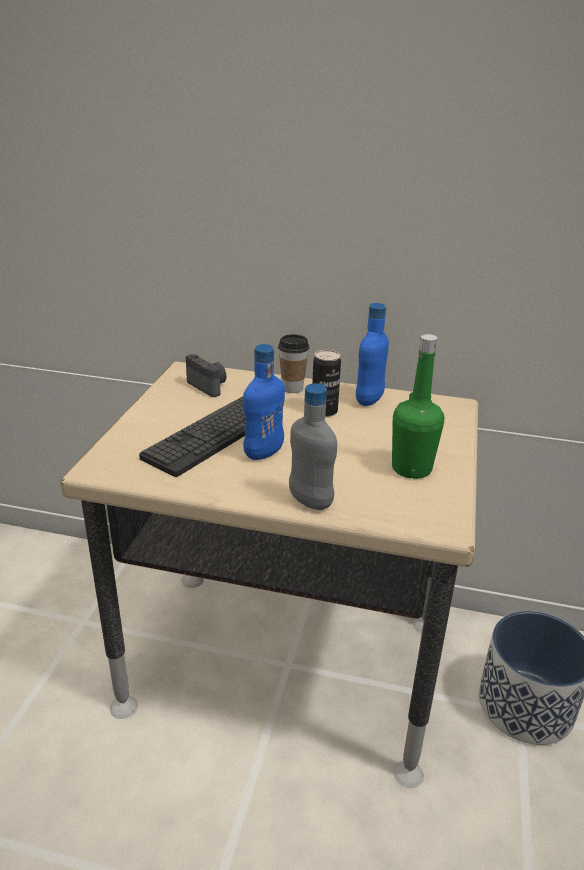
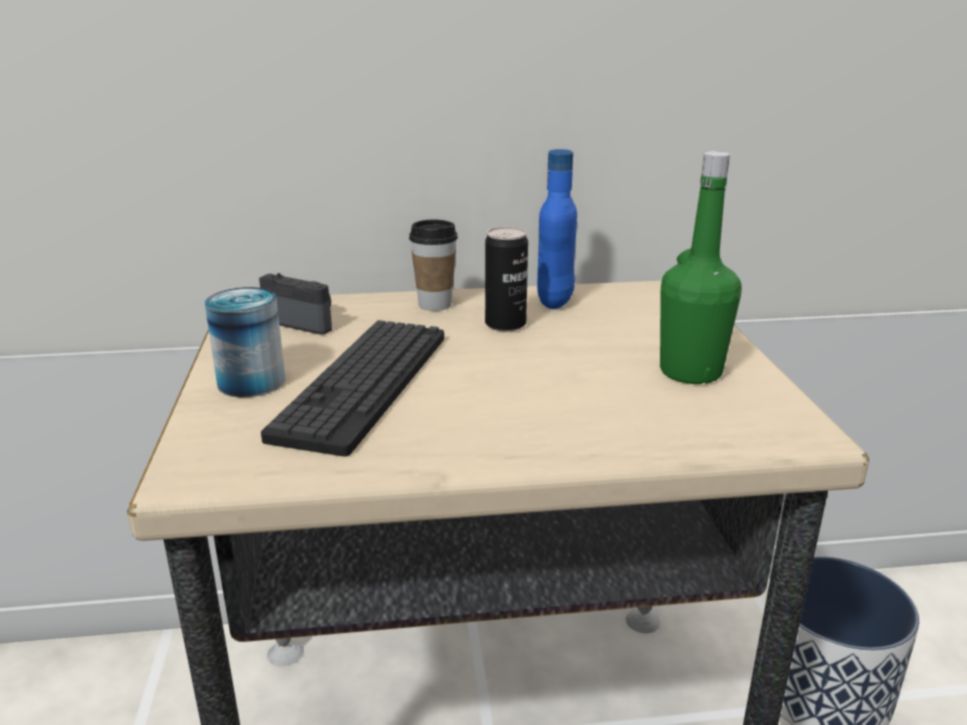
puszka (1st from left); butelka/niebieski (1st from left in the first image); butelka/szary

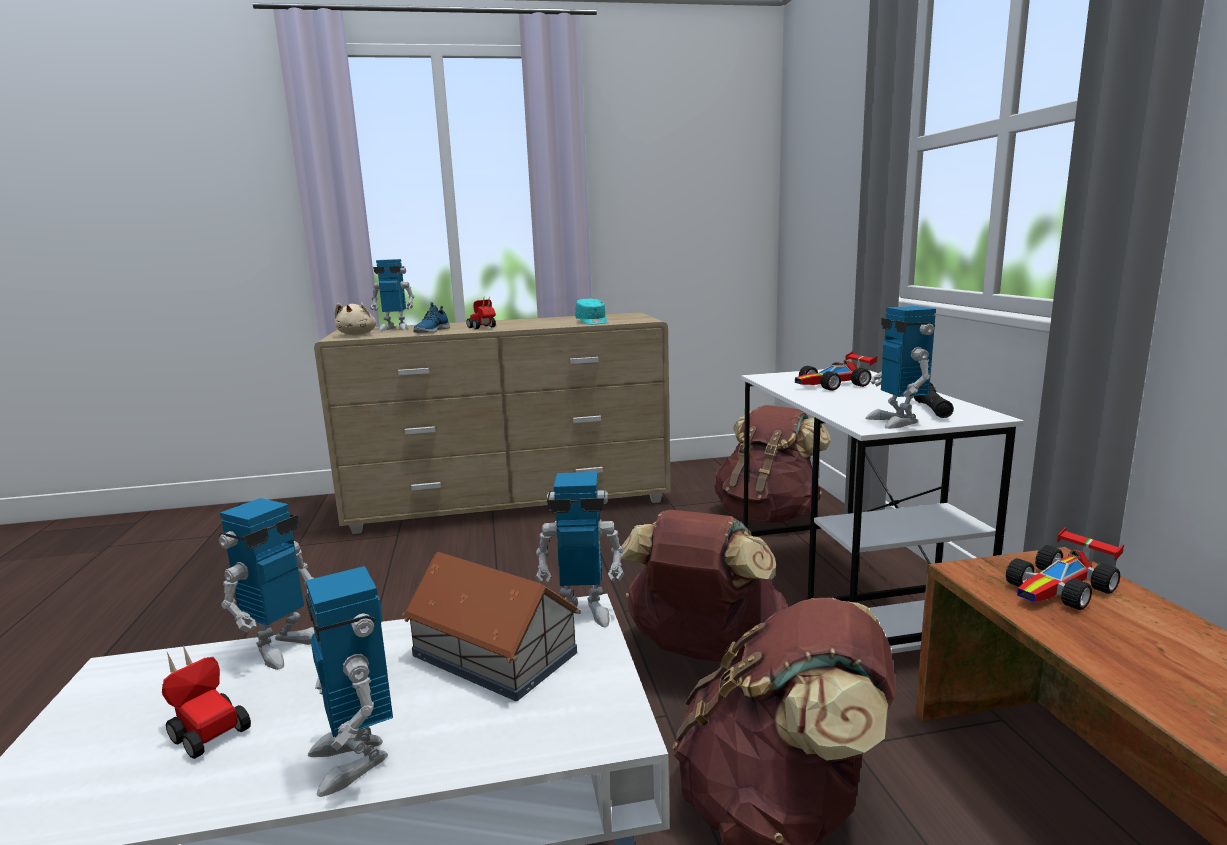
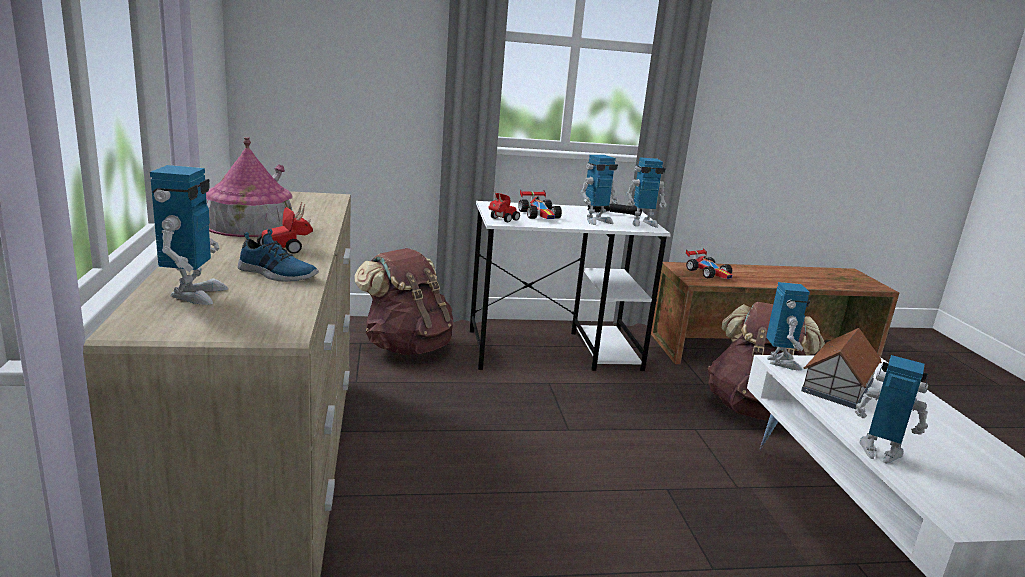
domek (1st from left); samochodzik (2nd from left); robot zabawkowy (2nd from left); pluszak/beżowy; czapka z daszkiem/turkusowy; plecak/brązowy (1st from left in the first image)

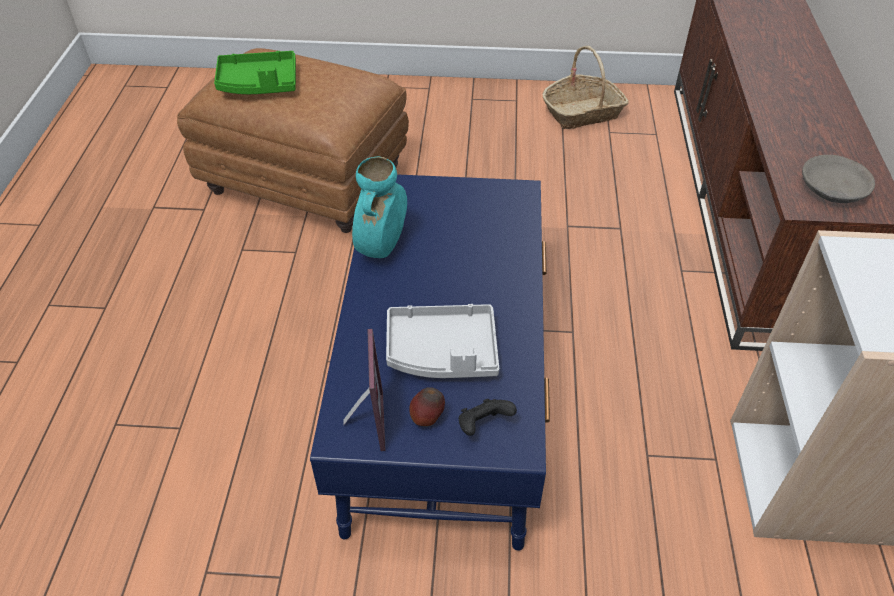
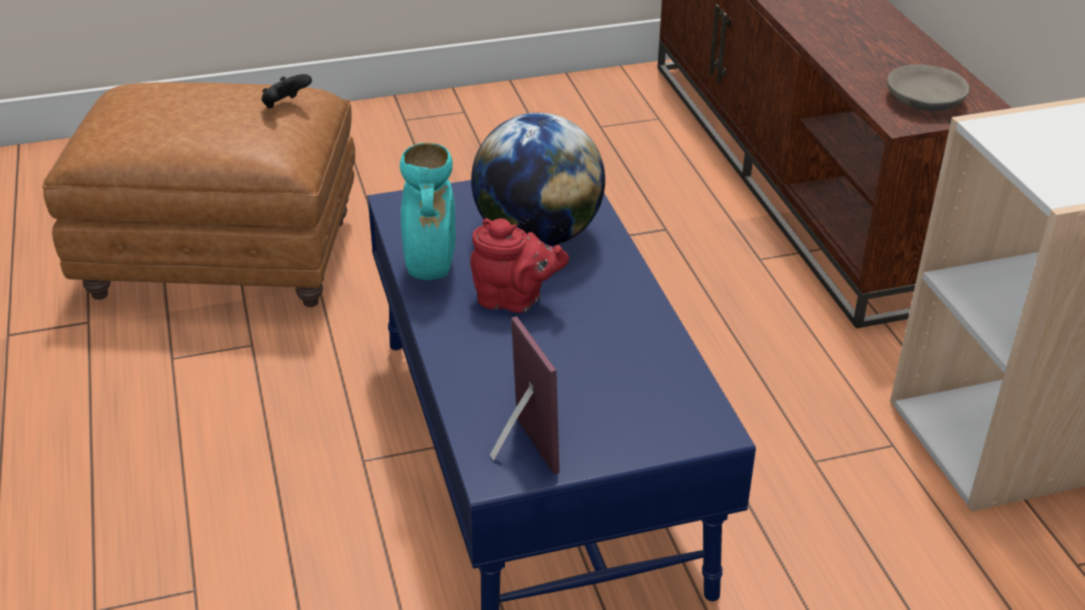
pad do gier/czarny; imbryk/czerwony; globus; taca/zielony; taca/szary; jabłko; koszyk

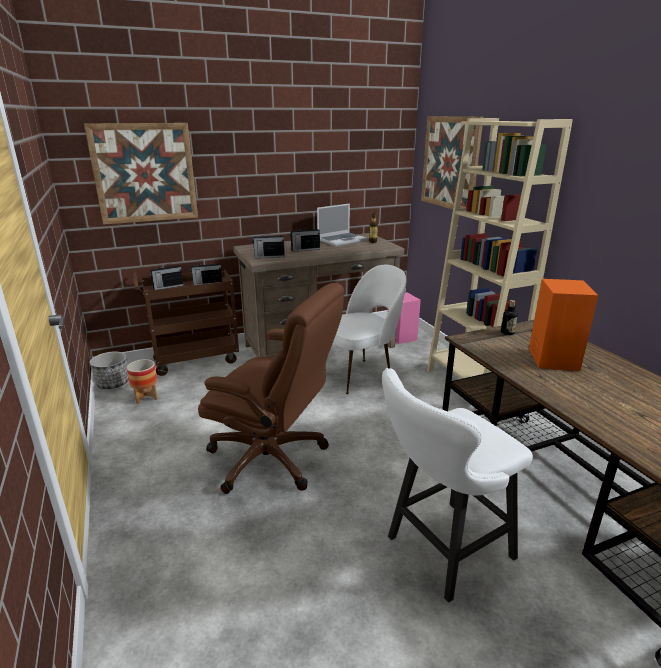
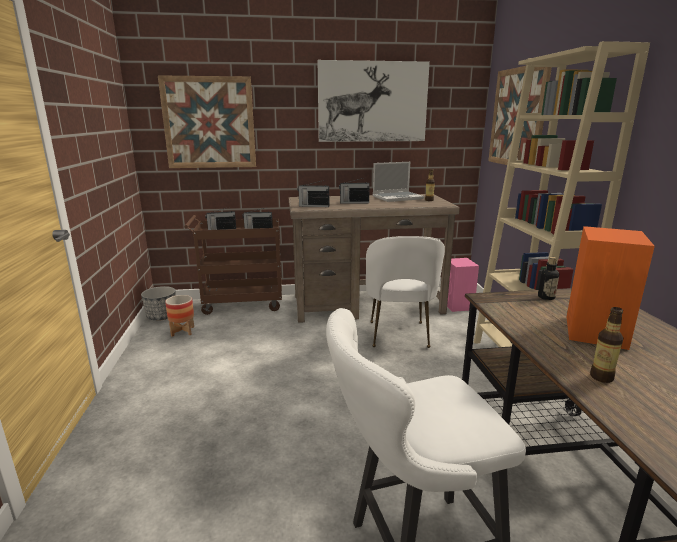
obraz (2nd from left); krzesło/biały; butelka (3rd from left); krzesło biurowe/brązowy

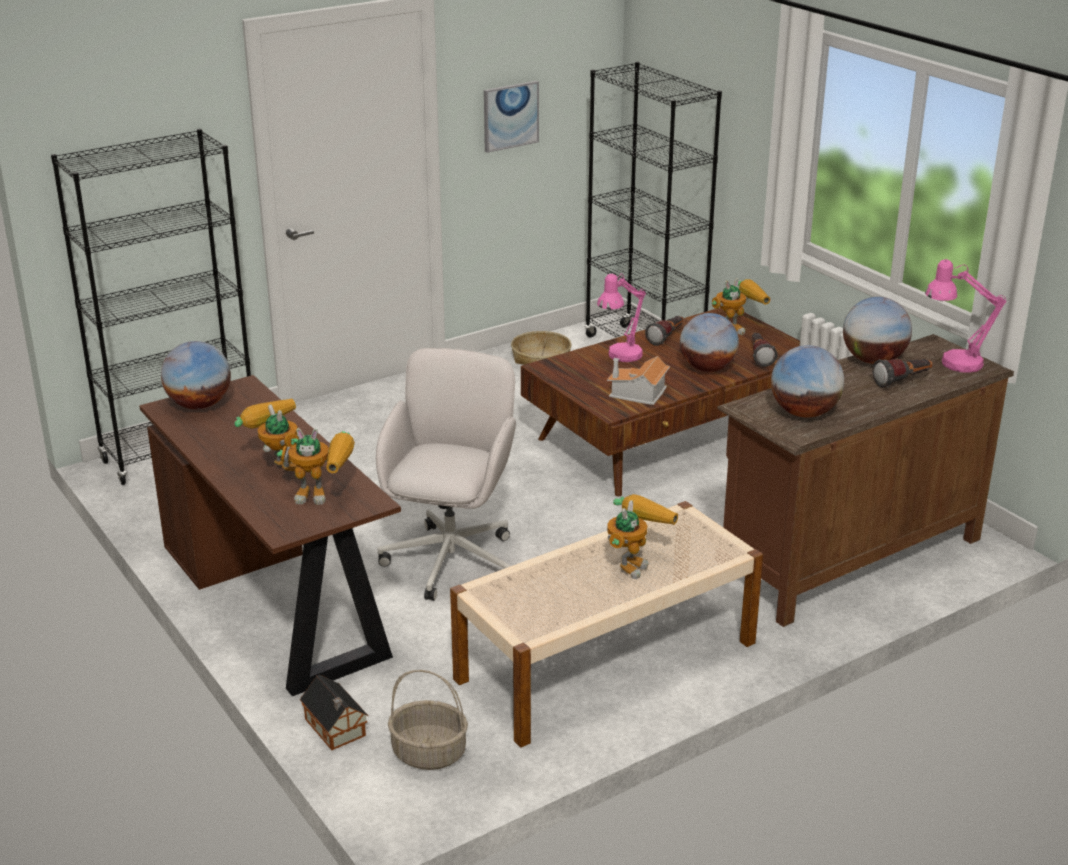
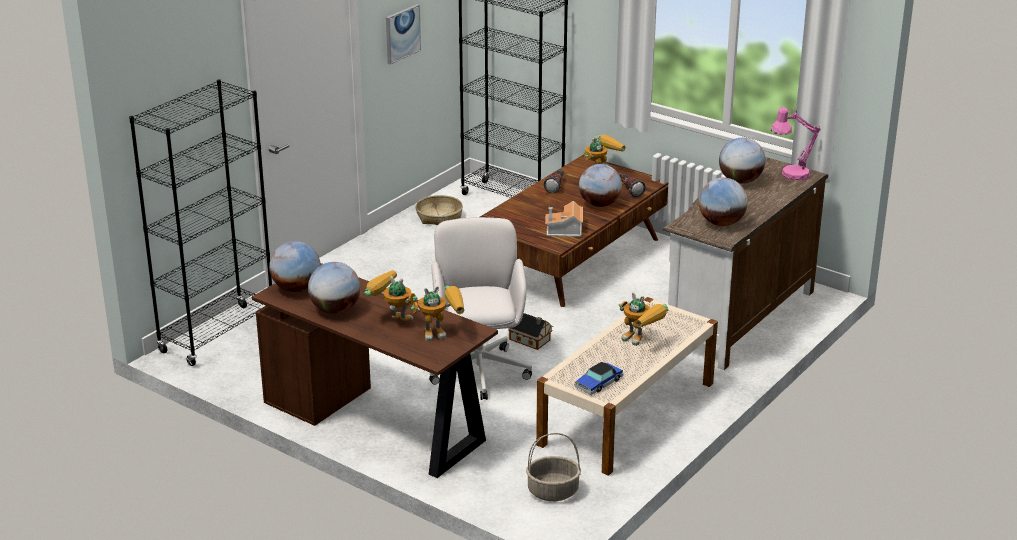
globus (2nd from left); domek (1st from left); samochodzik; robot zabawkowy (4th from left); komoda/biały; lampa stołowa/różowy (1st from left in the first image); latarka (3rd from left in the first image)

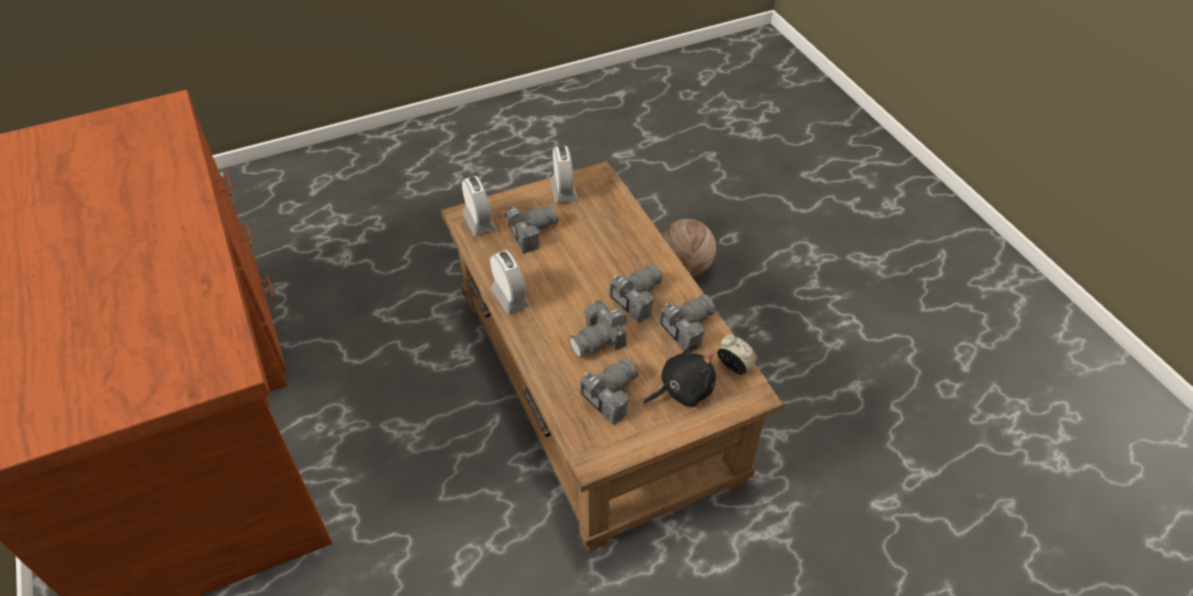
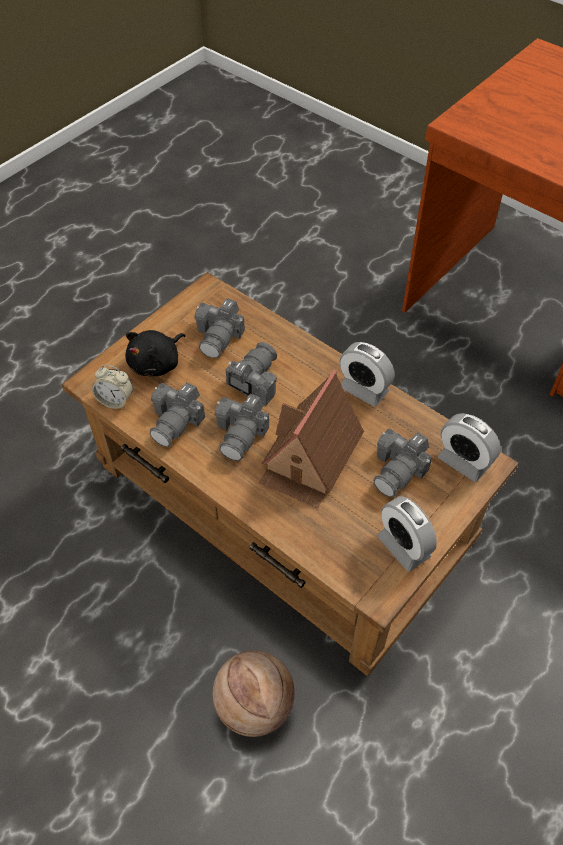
domek

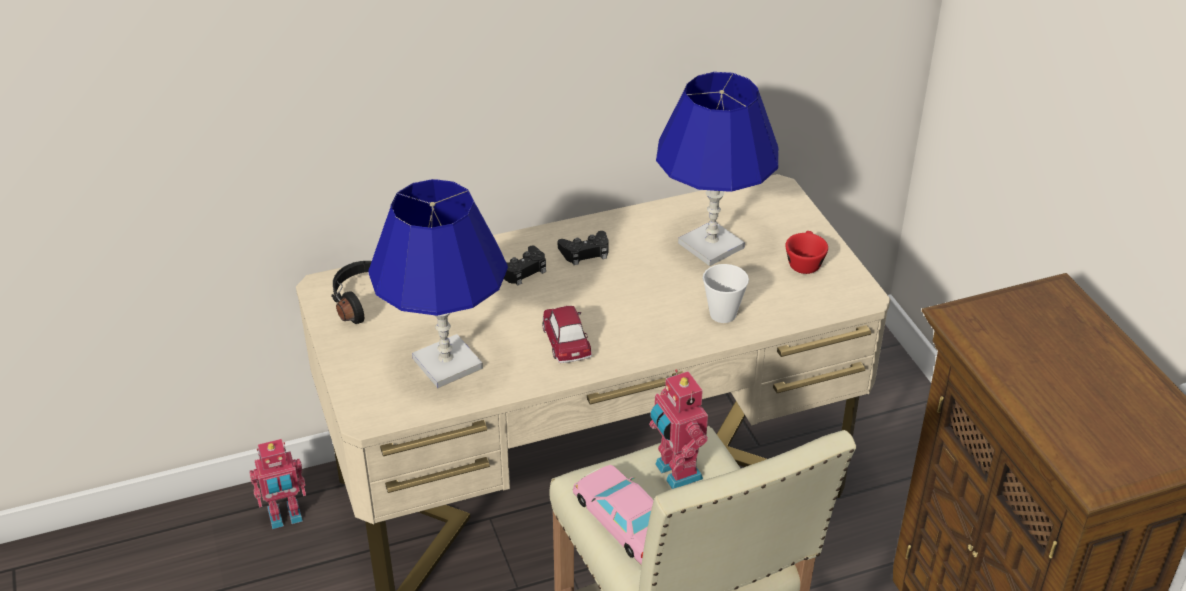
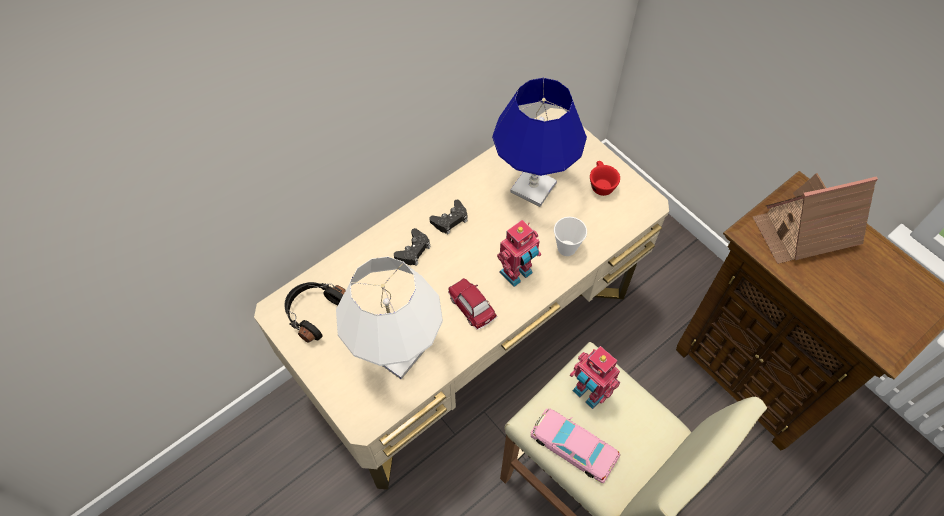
lampa stołowa/biały; robot zabawkowy (1st from left); domek

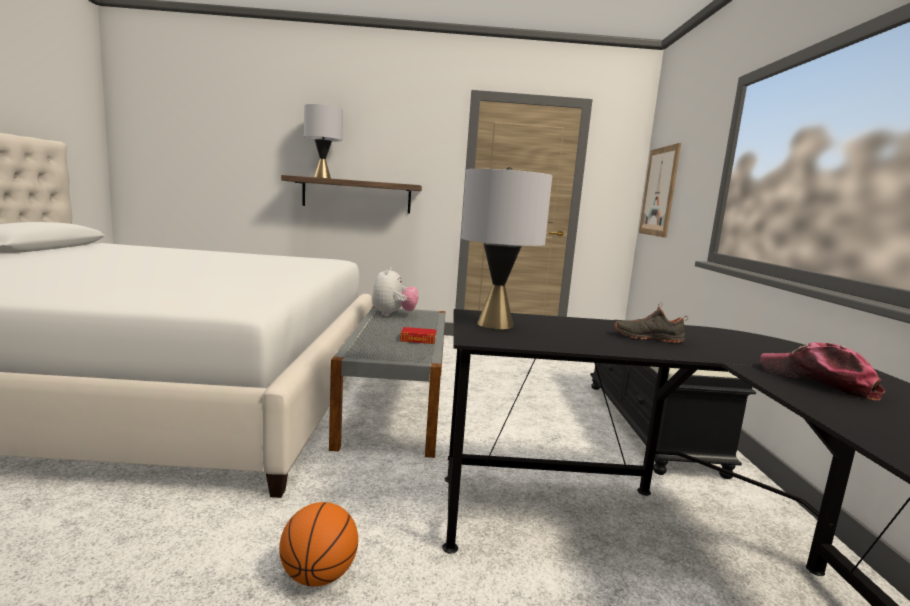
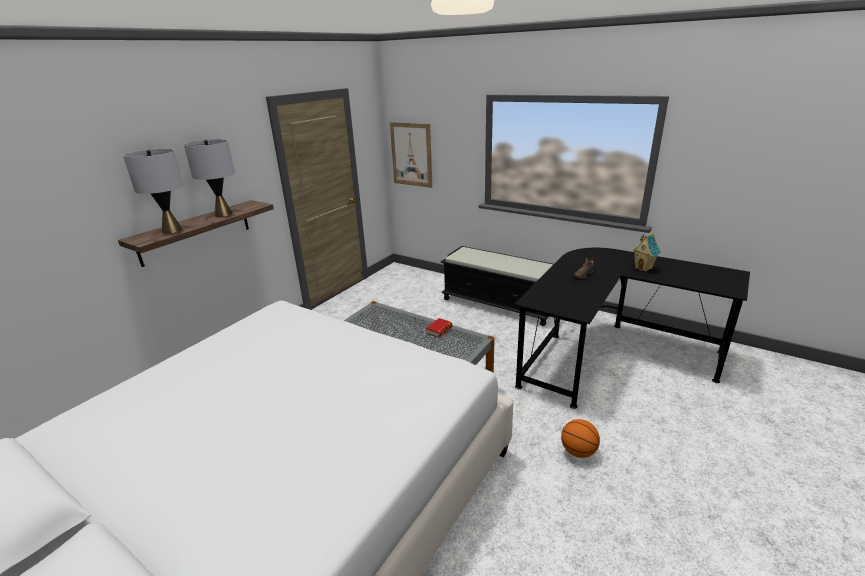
lampa stołowa/szary (2nd from left); domek; pluszak

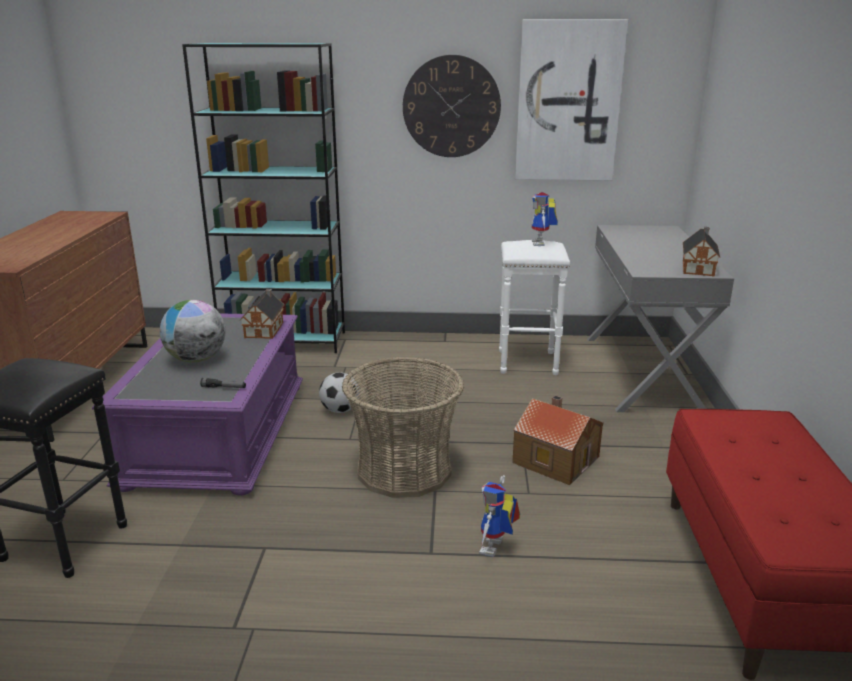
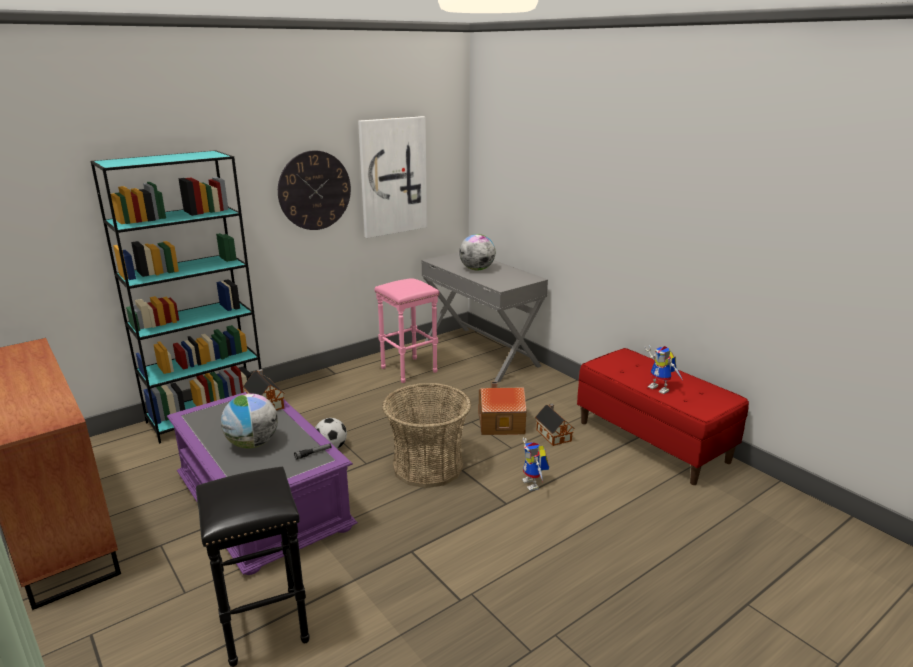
stołek/różowy; globus (2nd from left); domek (3rd from left); robot zabawkowy (2nd from left)

